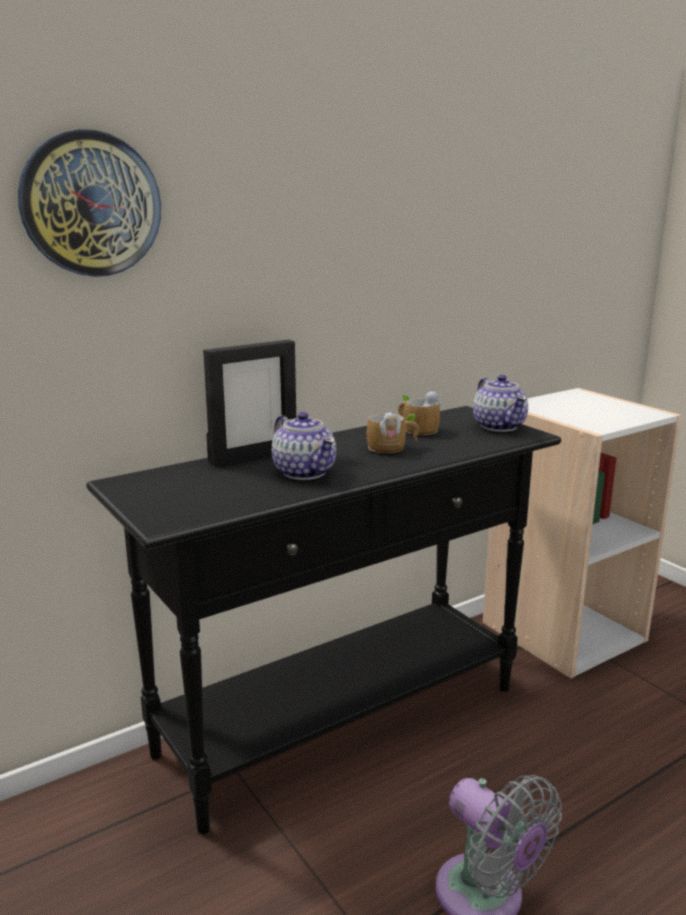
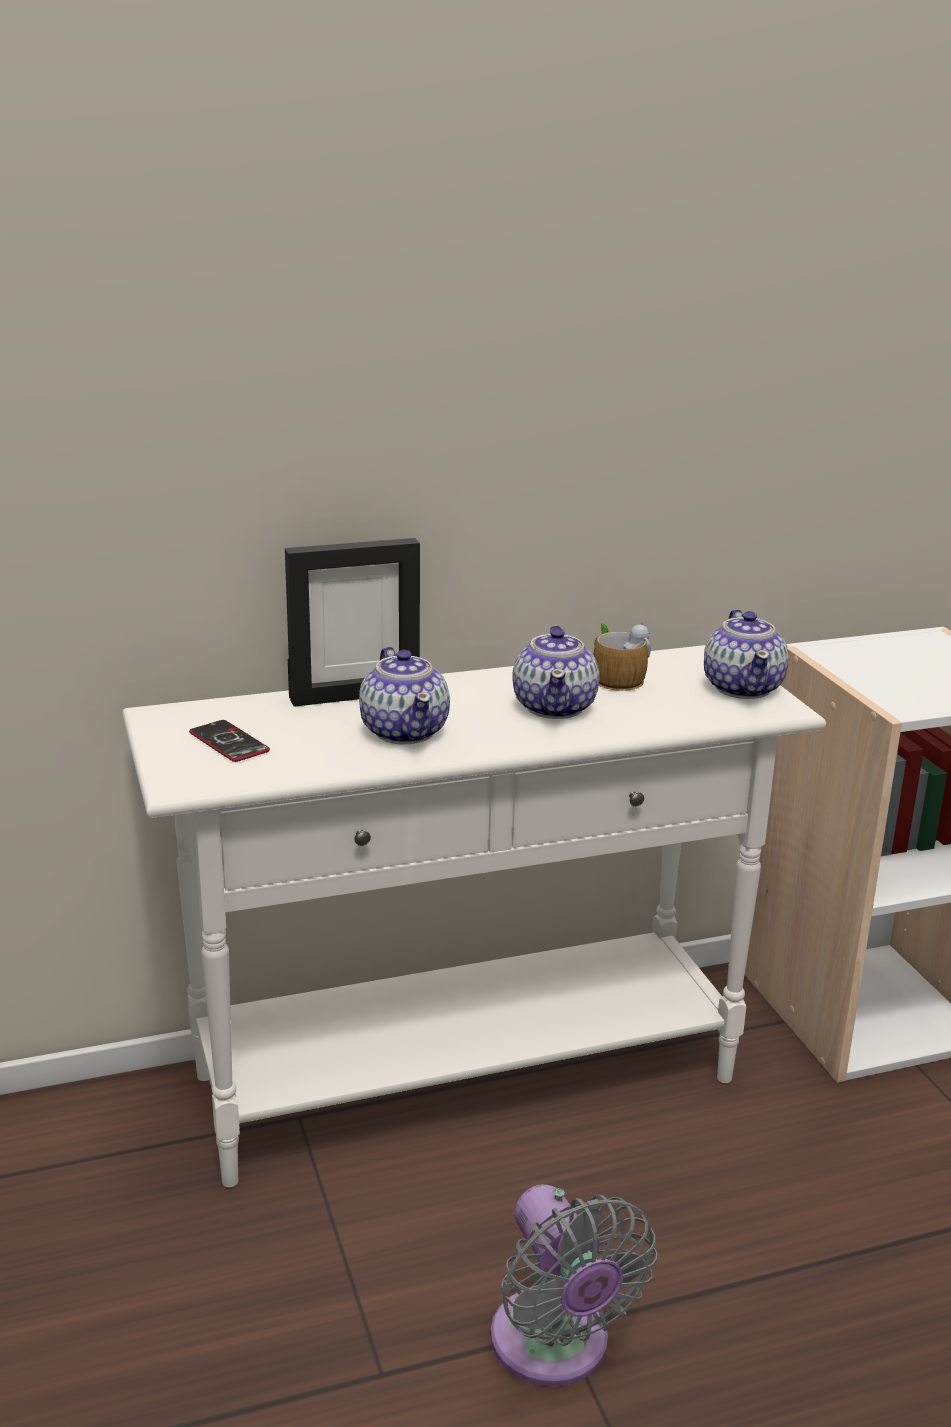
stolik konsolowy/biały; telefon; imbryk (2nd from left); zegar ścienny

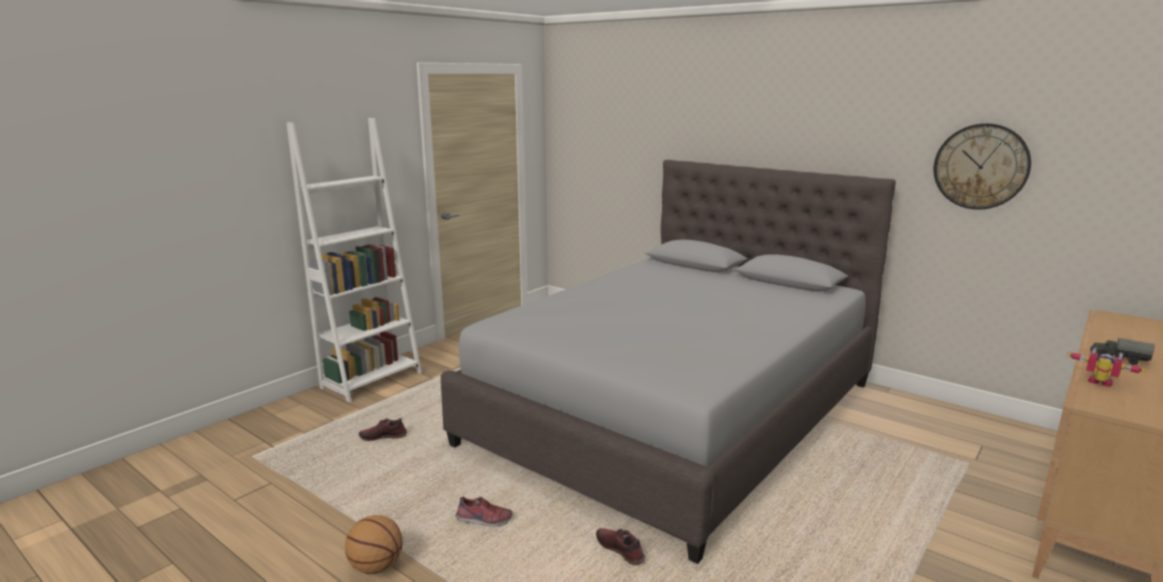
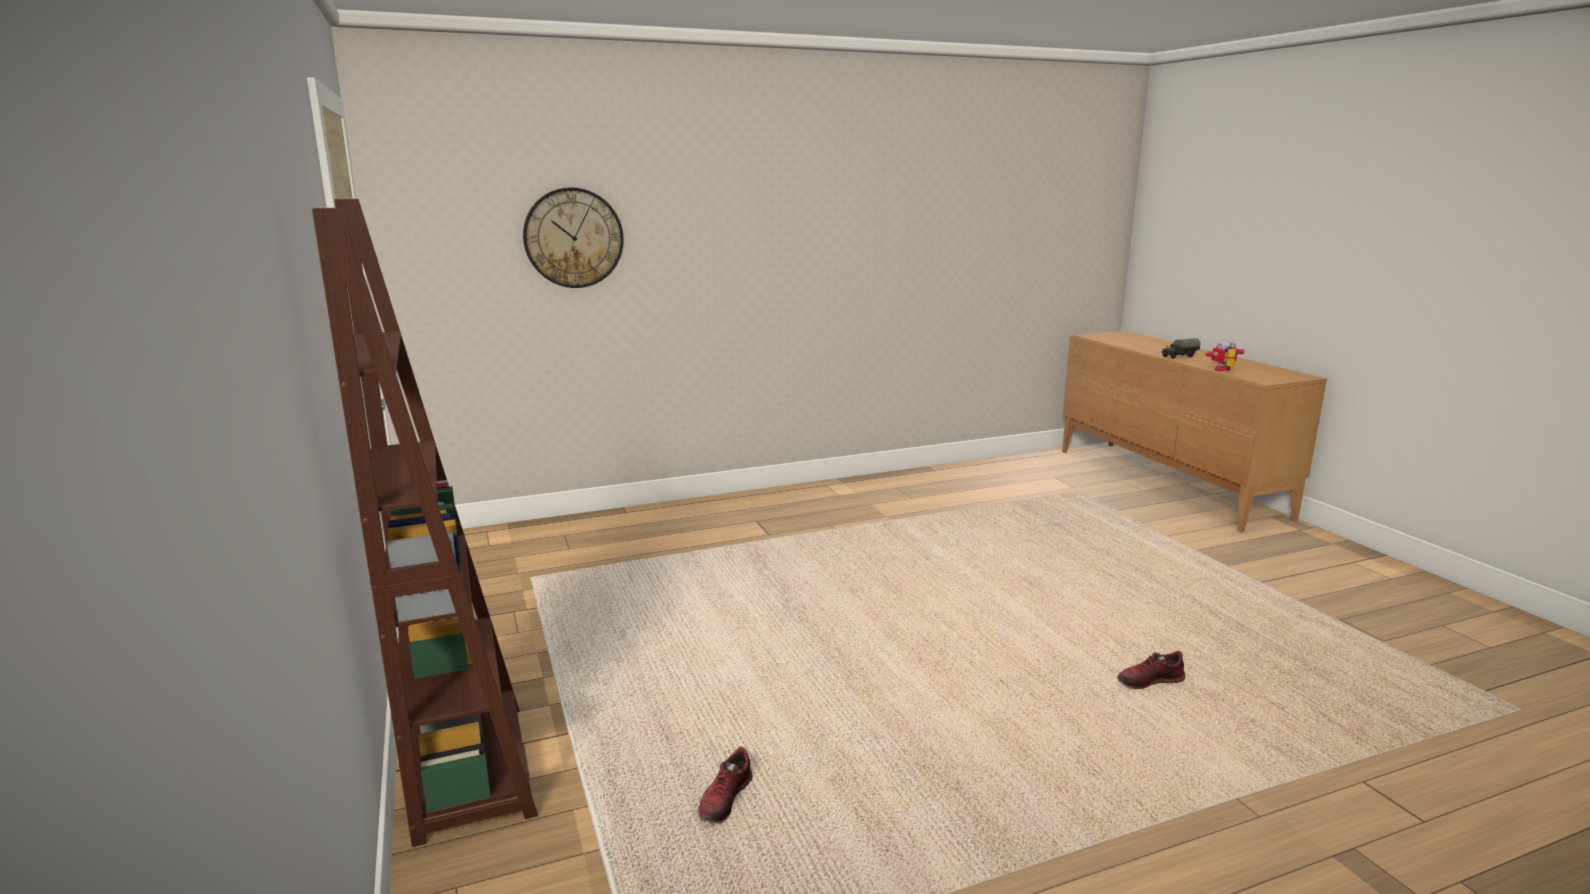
regał/brązowy; zegar ścienny; piłka do koszykówki; łóżko/szary; but (2nd from left in the first image)

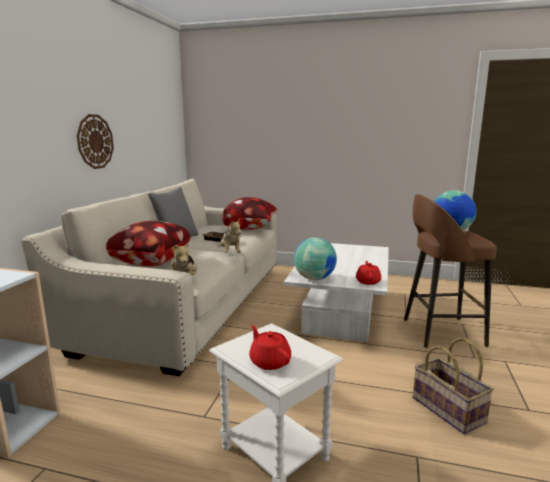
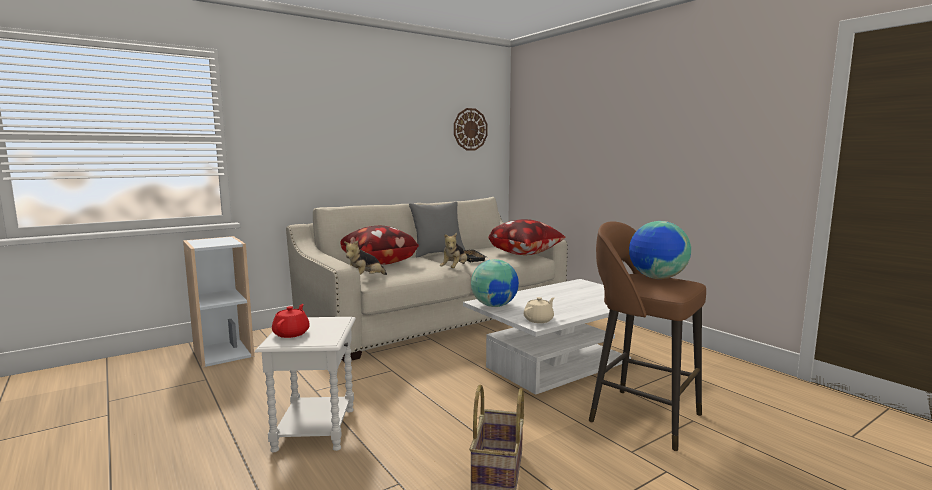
zegar ścienny; imbryk/beżowy

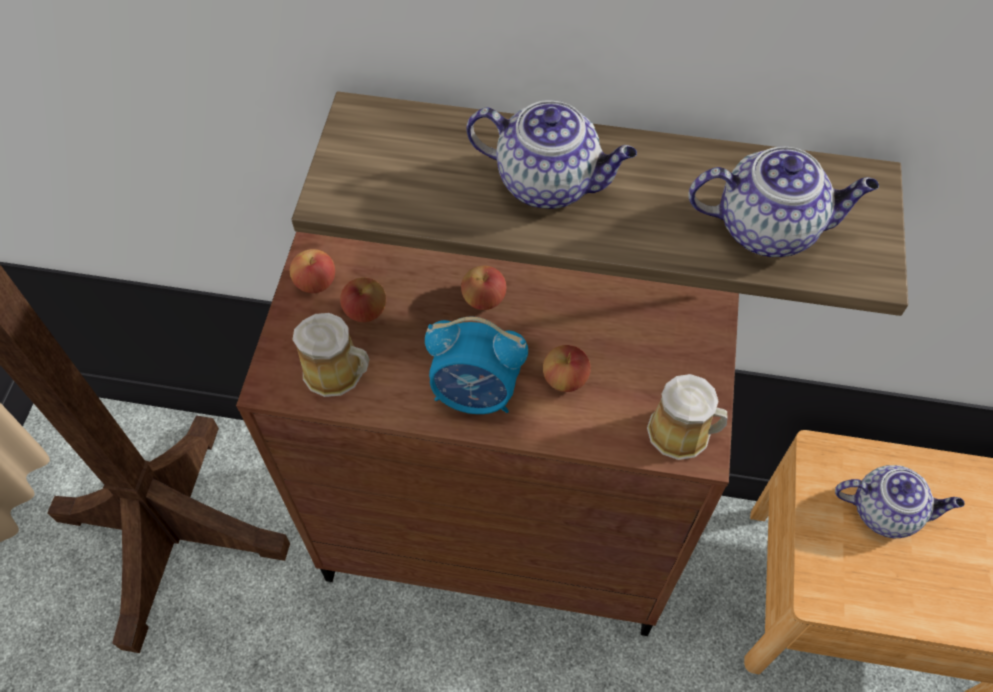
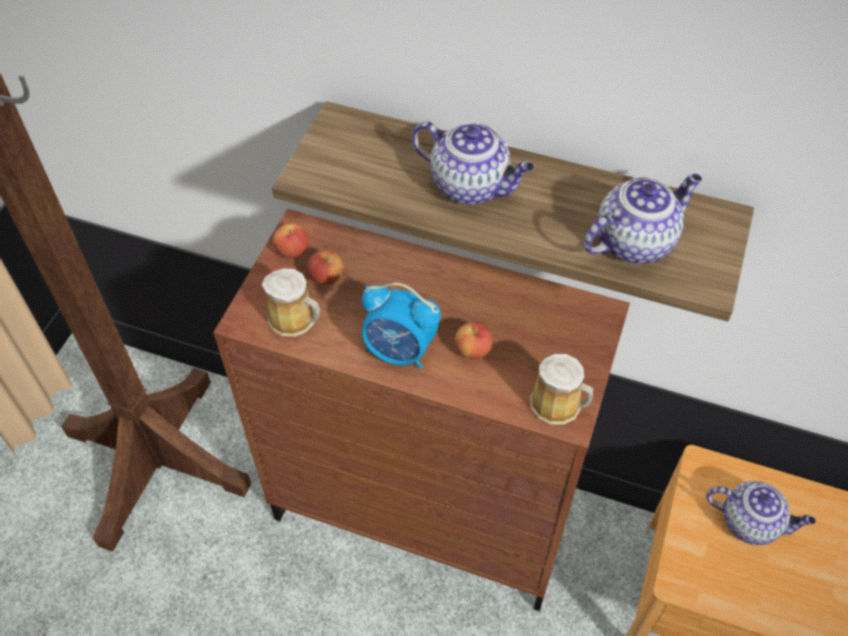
imbryk (2nd from left); jabłko (3rd from left in the first image)

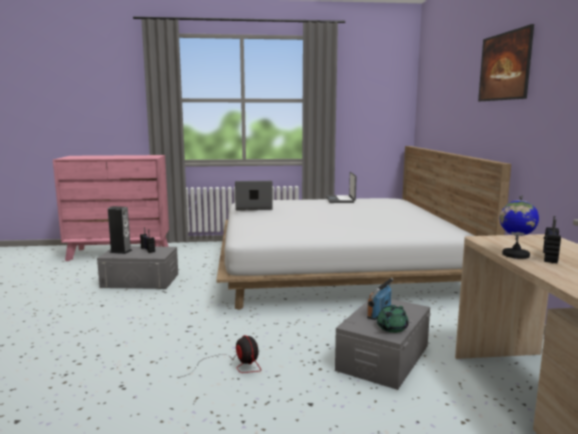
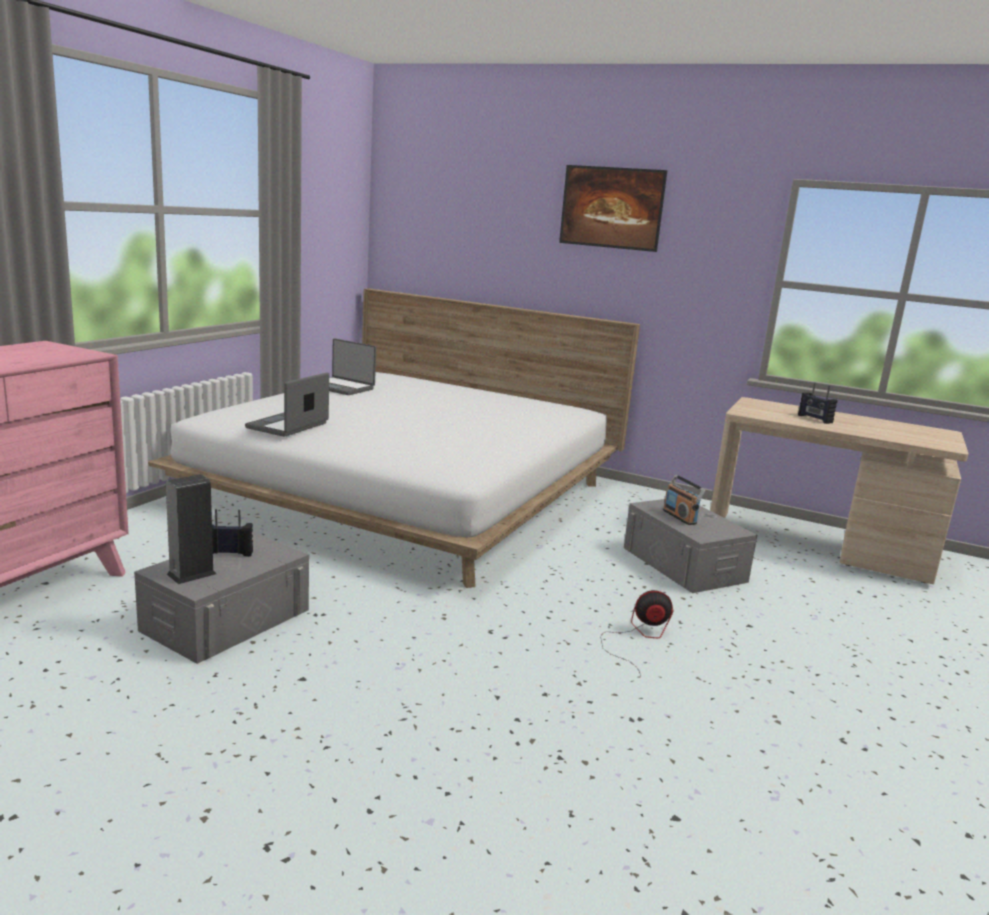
imbryk/zielony; globus

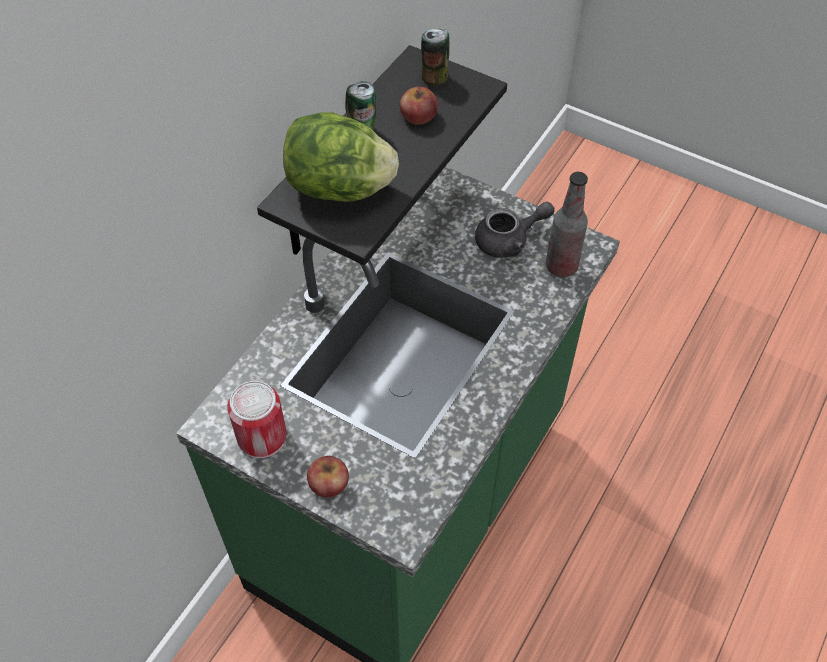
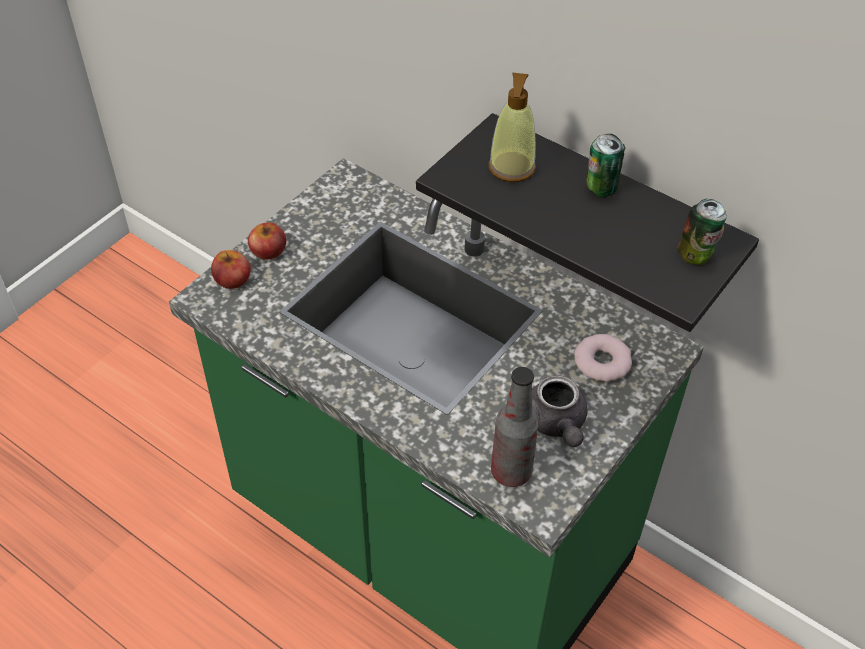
jabłko (1st from left); dozownik mydła; donut; puszka (1st from left in the first image)

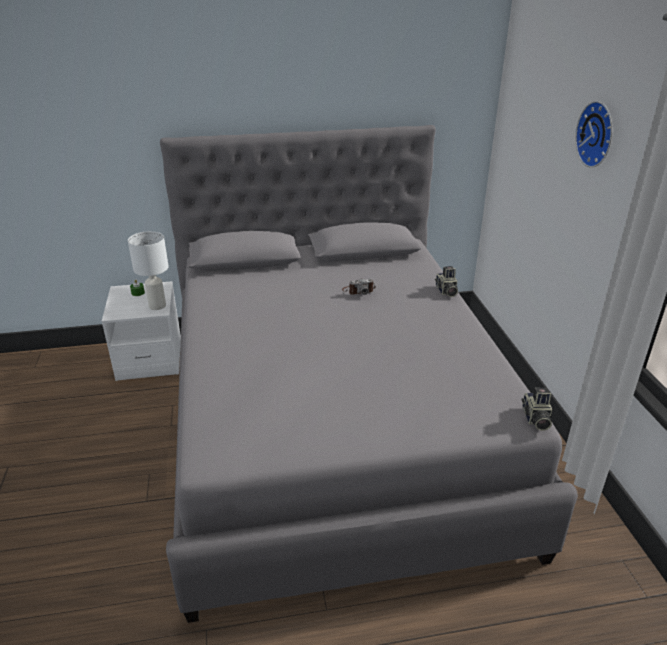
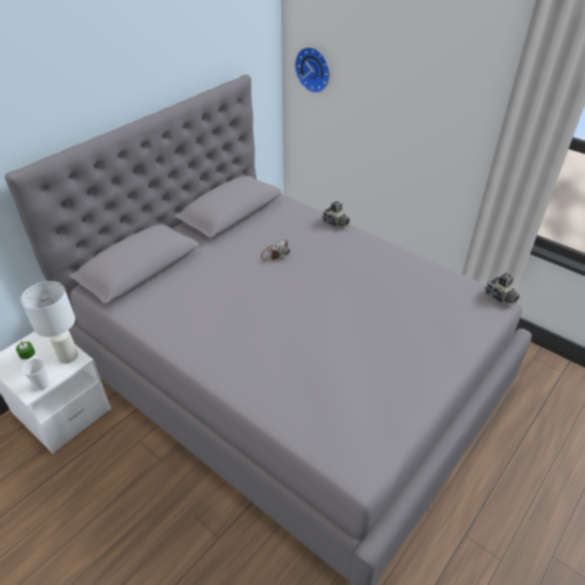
filiżanka; zegar ścienny

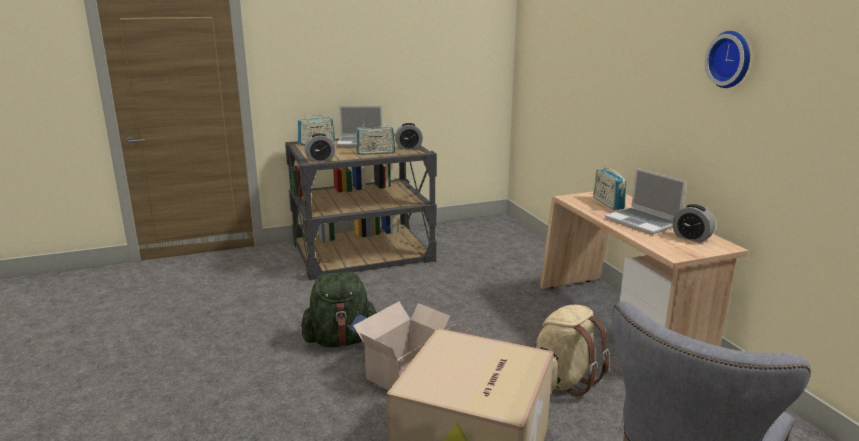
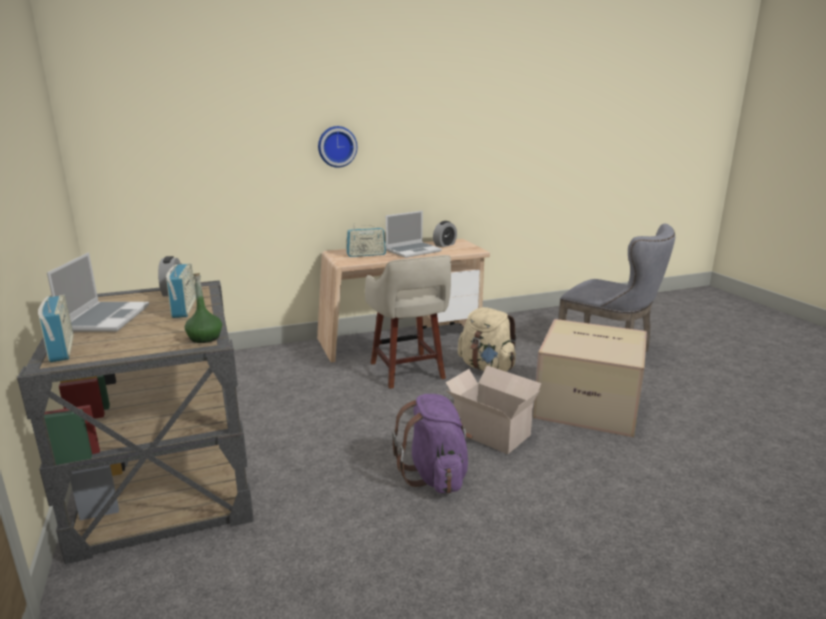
butelka/zielony; zegar ścienny; stołek/beżowy; plecak/fioletowy

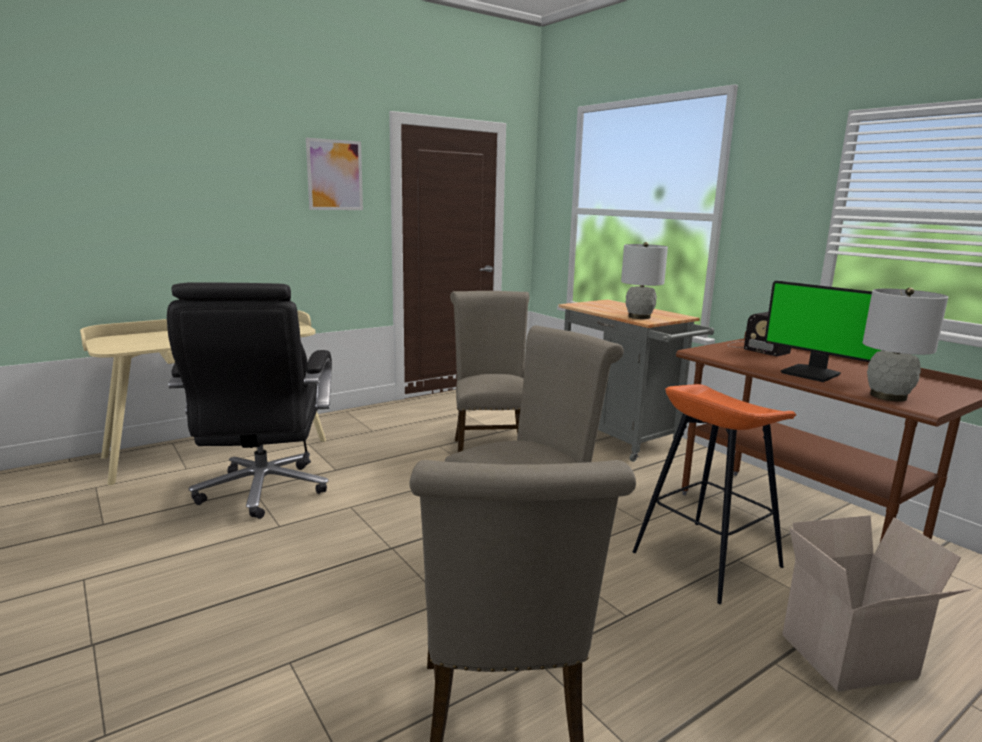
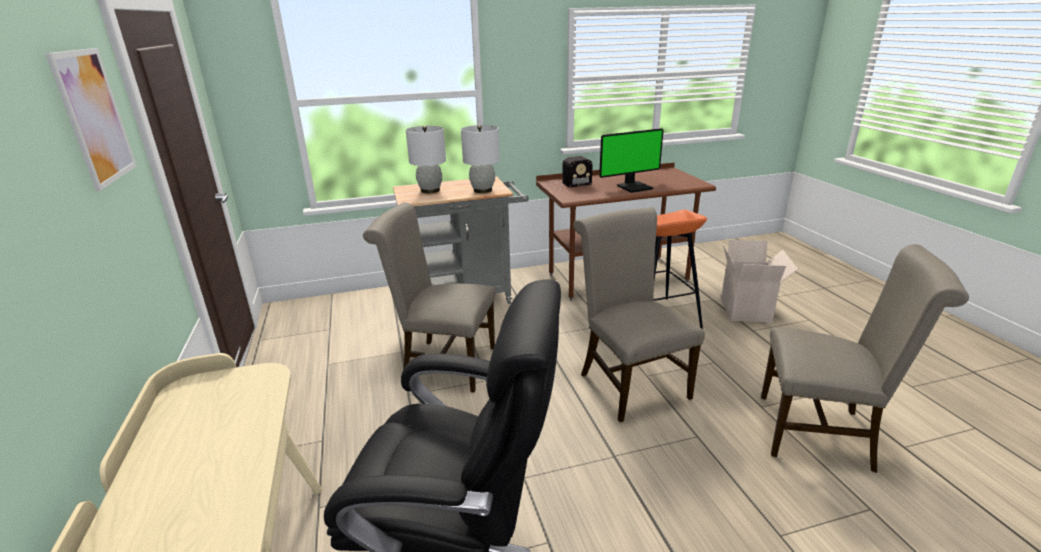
lampa stołowa/biały (1st from left)

